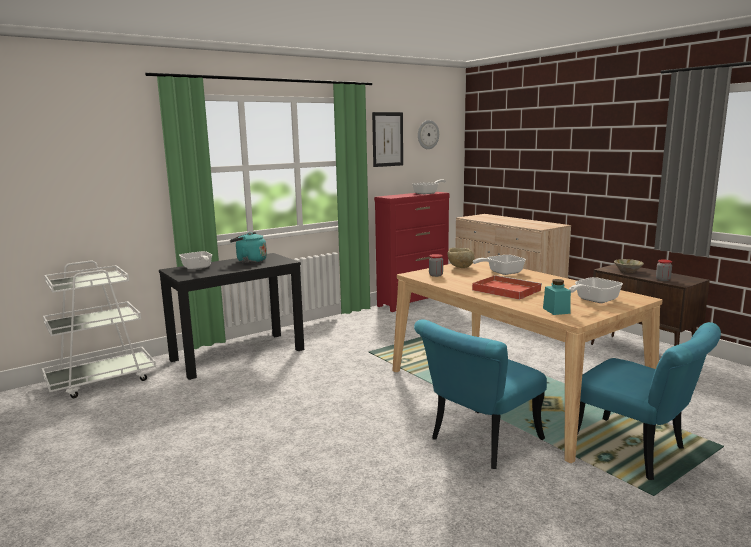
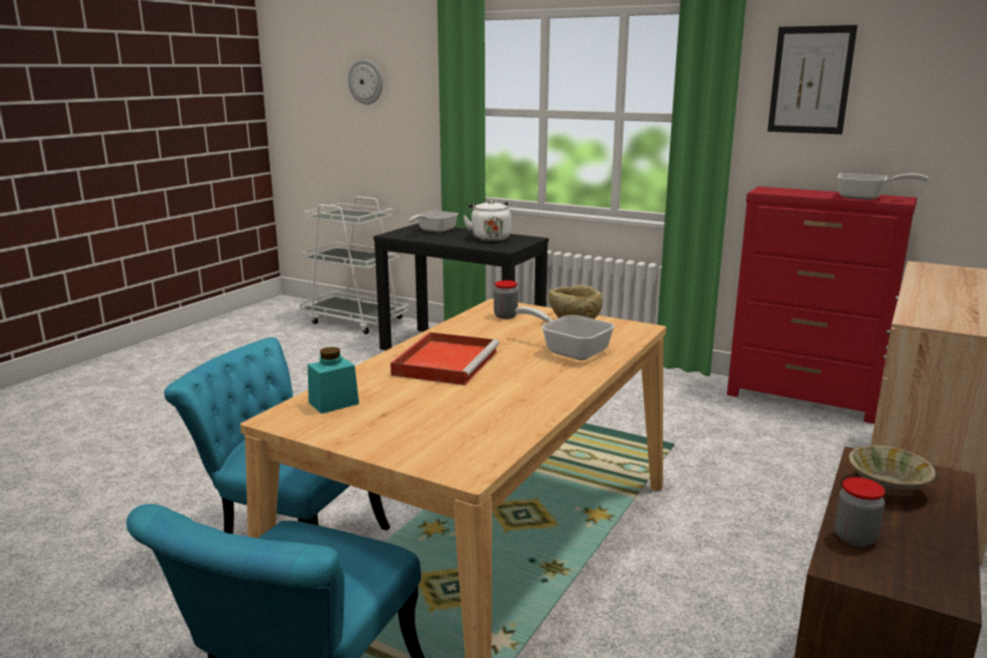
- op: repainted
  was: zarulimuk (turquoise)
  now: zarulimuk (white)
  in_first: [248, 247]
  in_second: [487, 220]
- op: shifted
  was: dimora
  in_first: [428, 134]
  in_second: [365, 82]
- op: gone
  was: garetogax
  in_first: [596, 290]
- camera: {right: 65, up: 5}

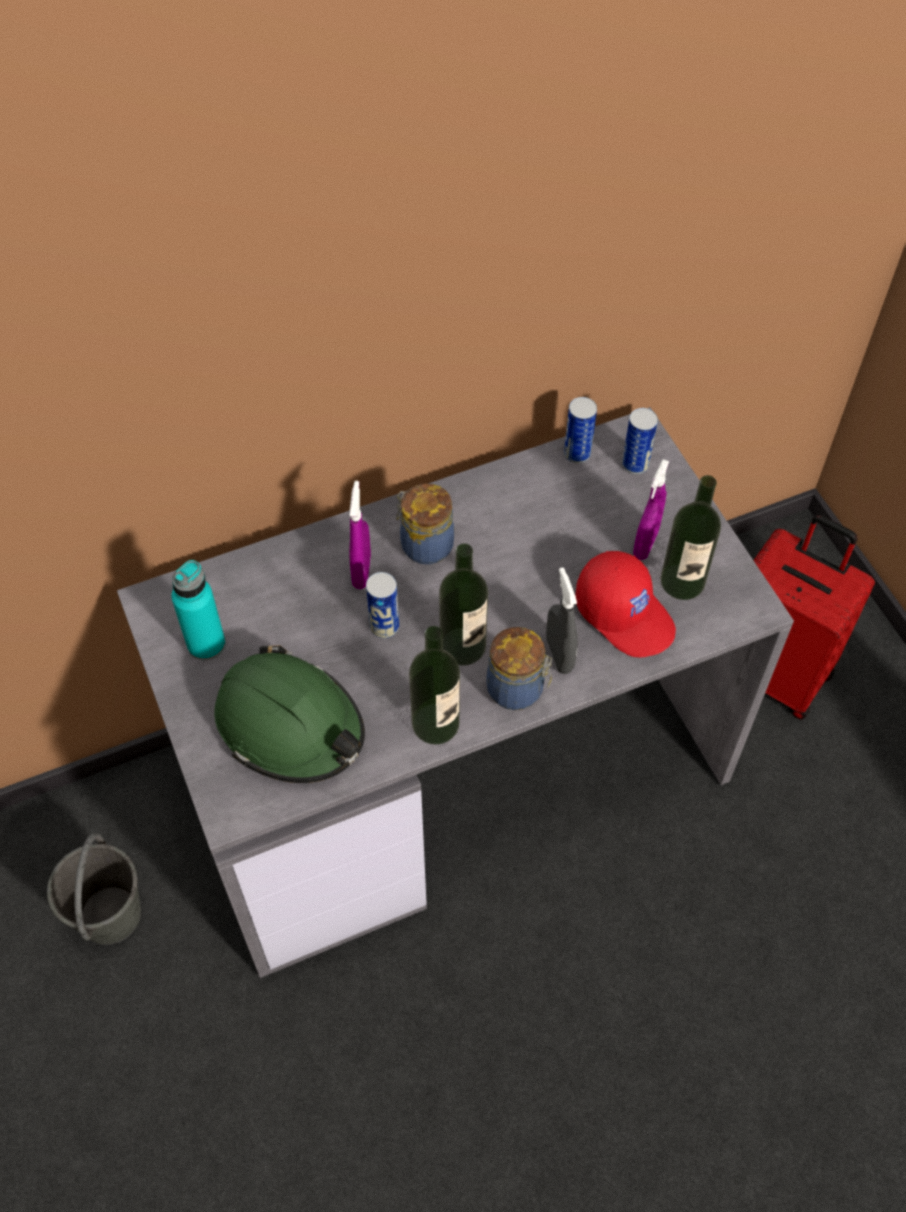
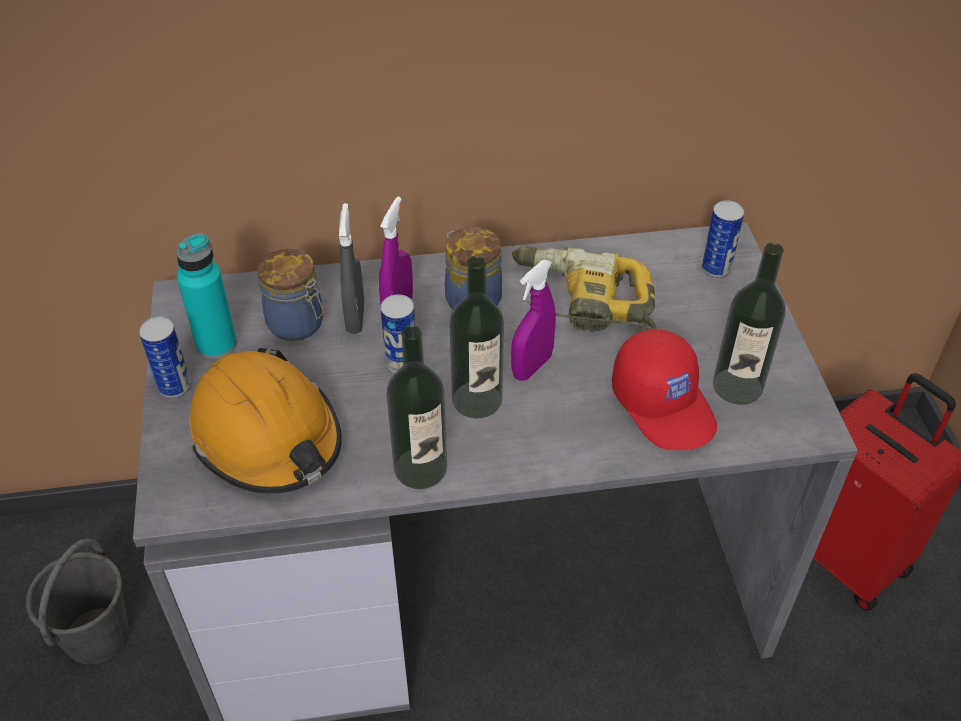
- op: repainted
  was: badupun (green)
  now: badupun (orange)
  in_first: [289, 714]
  in_second: [266, 421]
- op: shifted
  was: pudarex
  in_first: [519, 668]
  in_second: [290, 295]
- op: shifted
  was: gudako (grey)
  in_first: [562, 620]
  in_second: [351, 268]
- op: shifted
  was: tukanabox
  in_first: [580, 430]
  in_second: [165, 357]
- op: shifted
  was: gudako (purple)
  in_first: [651, 509]
  in_second: [533, 320]
- op: new
  now: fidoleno
  in_second: [584, 288]
- camera: {right: 15, up: -10}

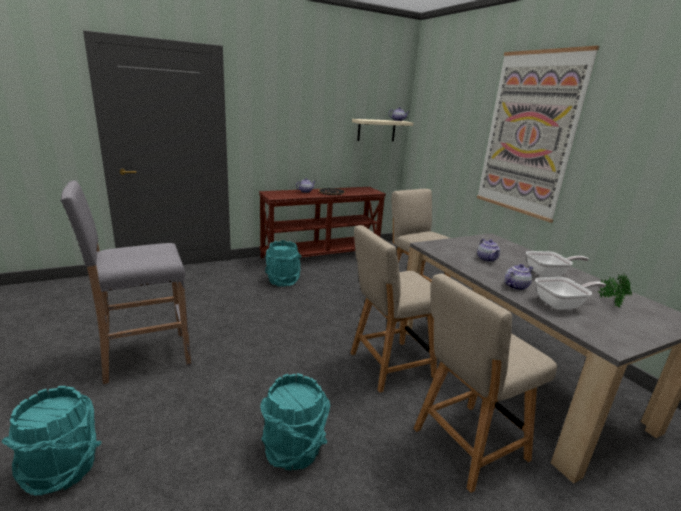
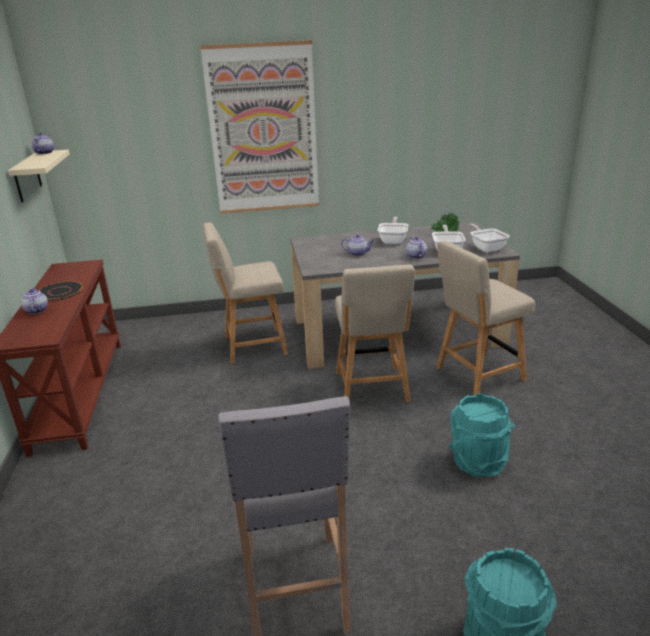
- op: gone
  was: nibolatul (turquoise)
  in_first: [283, 263]
- op: rotated
  was: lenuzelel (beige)
  in_first: [485, 383]
  in_second: [485, 318]
  clockwise: 75
- op: new
  now: garetogax
  in_second: [489, 238]
- camera: {right: -70, up: 5}

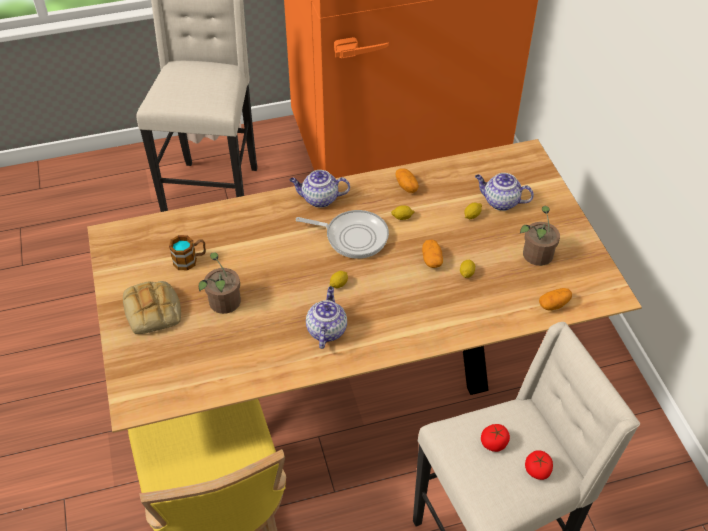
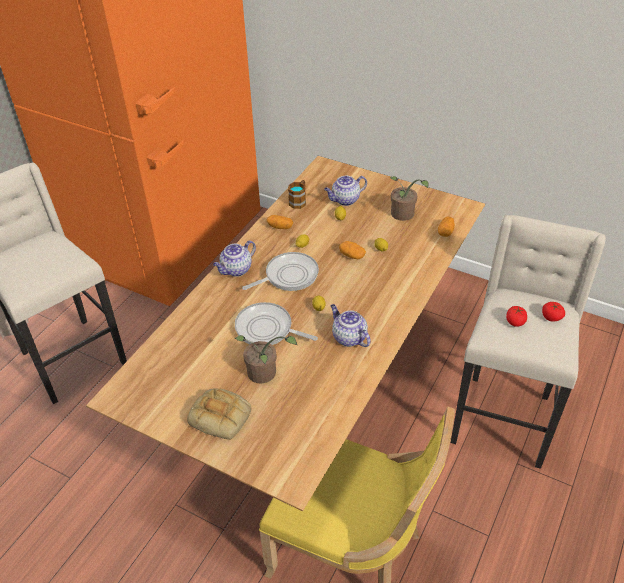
- op: shifted
  was: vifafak
  in_first: [187, 252]
  in_second: [297, 194]
- op: new
  now: garetogax
  in_second: [276, 323]
- camera: {right: -45, up: -5}

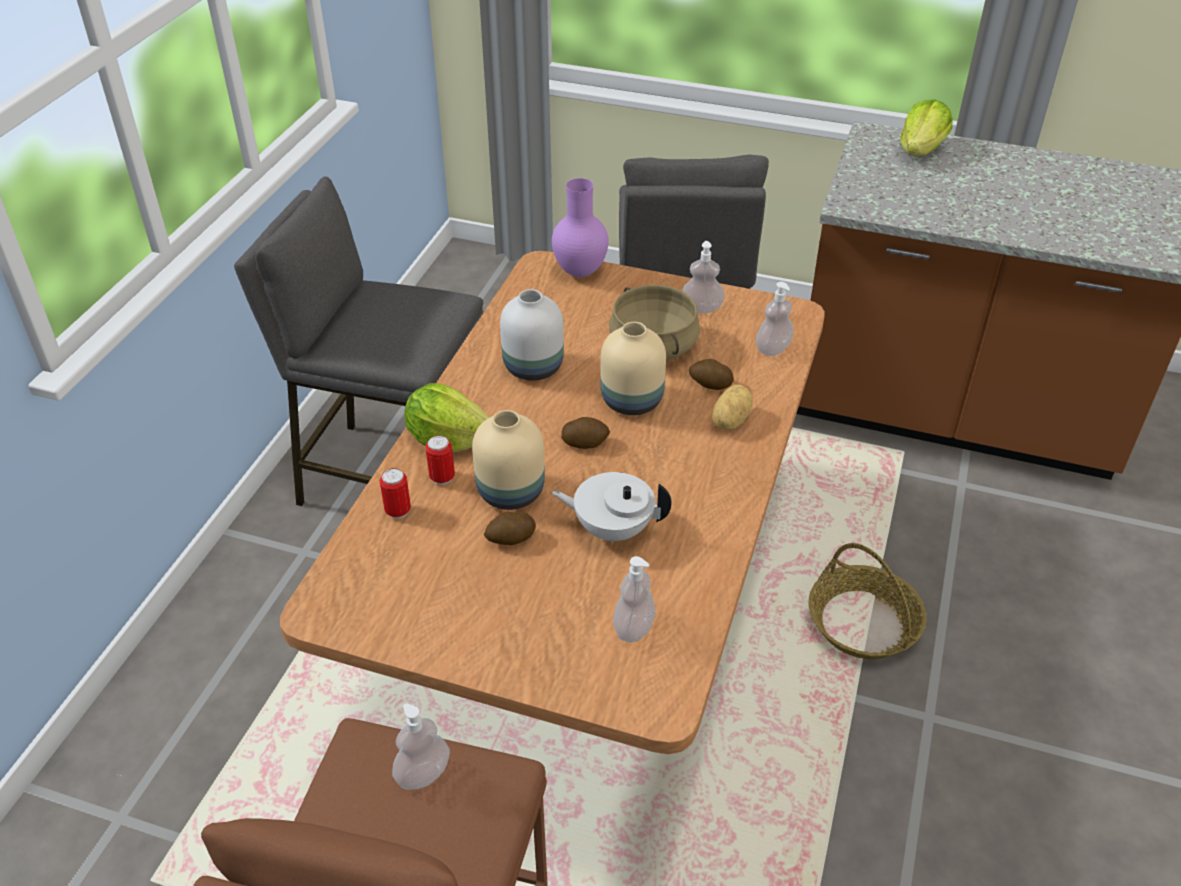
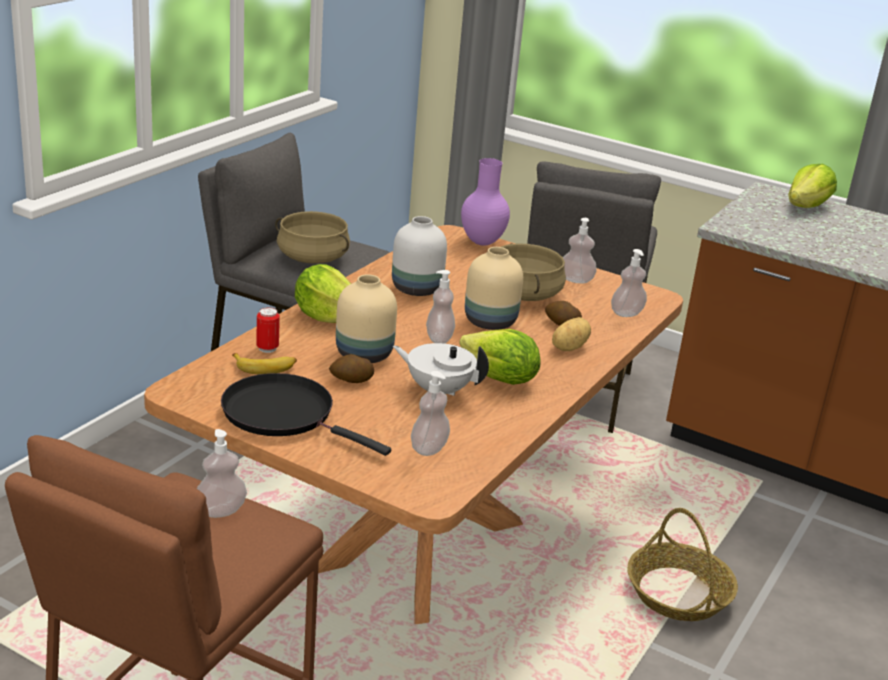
- op: gone
  was: tukanabox
  in_first: [440, 460]
- op: swapped
  was: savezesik
  now: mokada
  in_first: [585, 433]
  in_second: [440, 307]
- op: new
  now: garetogax (black)
  in_second: [306, 414]
- op: new
  now: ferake
  in_second: [264, 363]
- op: new
  now: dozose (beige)
  in_second: [312, 237]
- op: new
  now: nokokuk
  in_second: [500, 357]
- camera: {right: 10, up: -15}

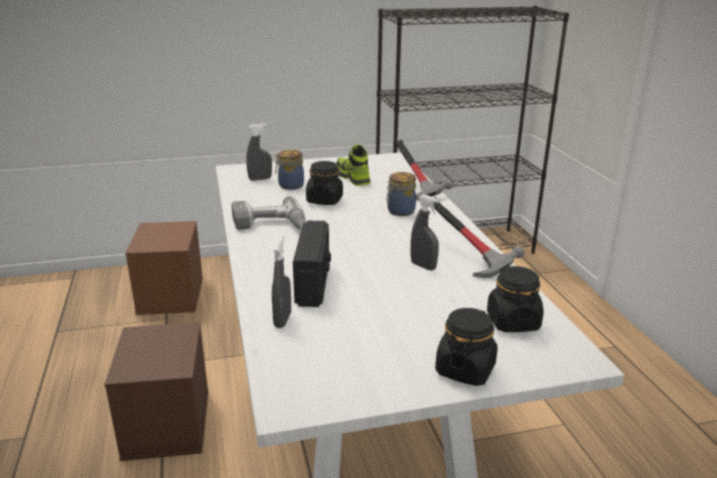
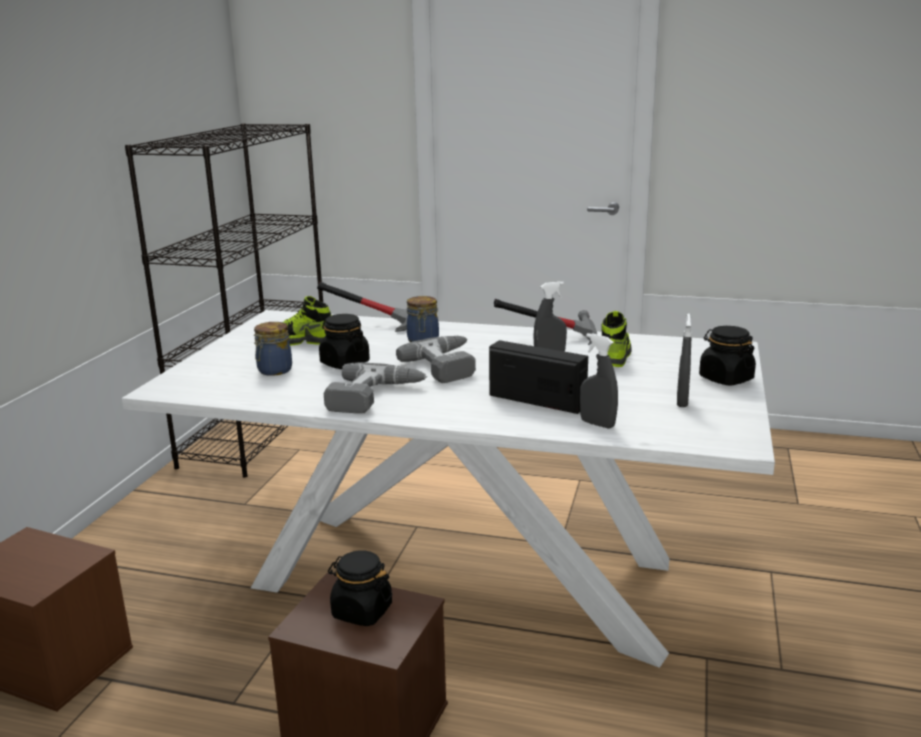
- op: shifted
  was: gudako (grey)
  in_first: [259, 152]
  in_second: [684, 360]
- op: shifted
  was: pudarex (black)
  in_first: [515, 299]
  in_second: [360, 588]
- op: new
  now: fidoleno
  in_second: [436, 359]
- op: new
  now: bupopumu
  in_second: [617, 339]
- camera: {right: -60, up: -5}

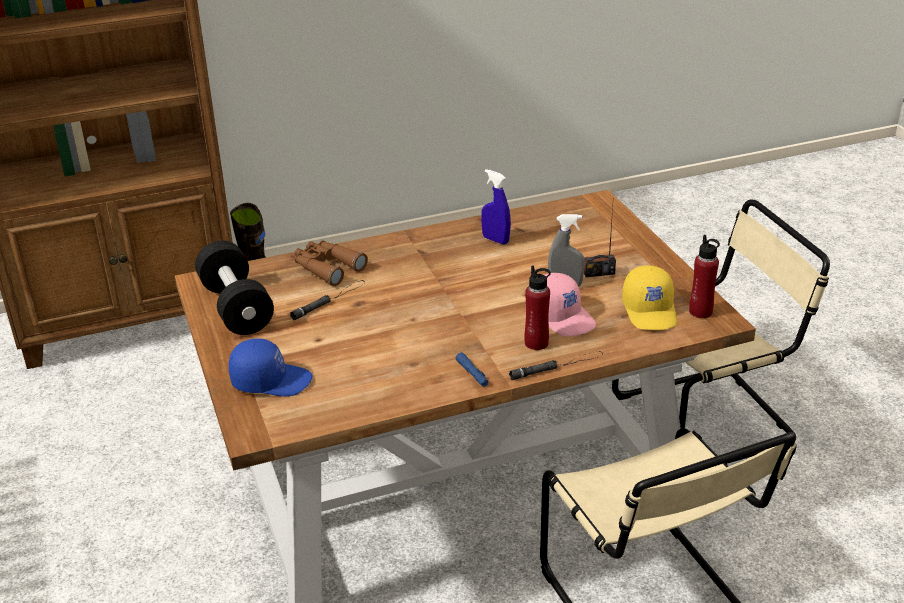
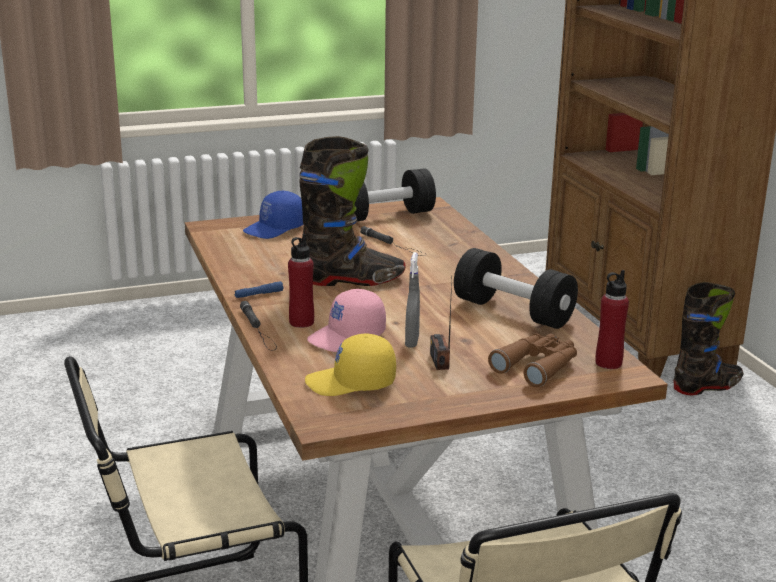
- op: rotated
  was: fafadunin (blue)
  in_first: [270, 367]
  in_second: [273, 215]
  clockwise: 45
- op: shifted
  was: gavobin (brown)
  in_first: [331, 263]
  in_second: [532, 360]
- op: swapped
  was: gudako (blue)
  now: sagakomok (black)
  in_first: [496, 207]
  in_second: [516, 288]
- op: shifted
  was: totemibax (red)
  in_first: [704, 276]
  in_second: [612, 319]
- op: new
  now: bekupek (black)
  in_second: [352, 211]
- camera: {right: 90, up: -10}

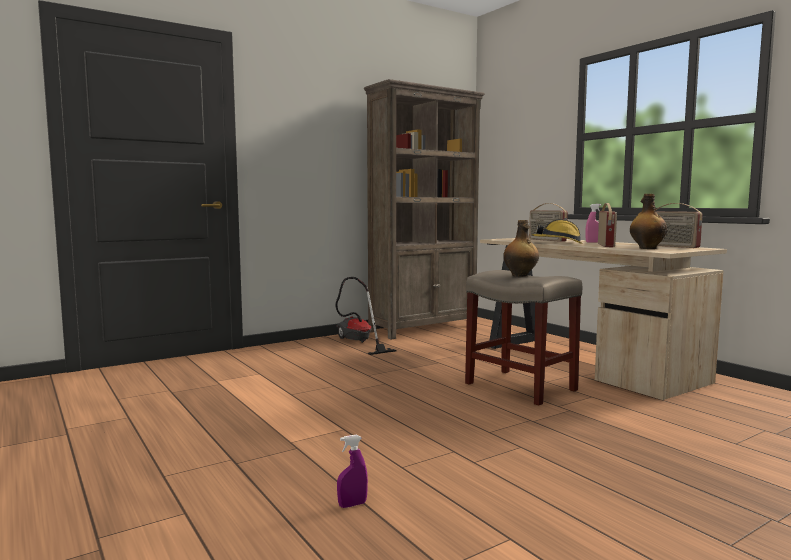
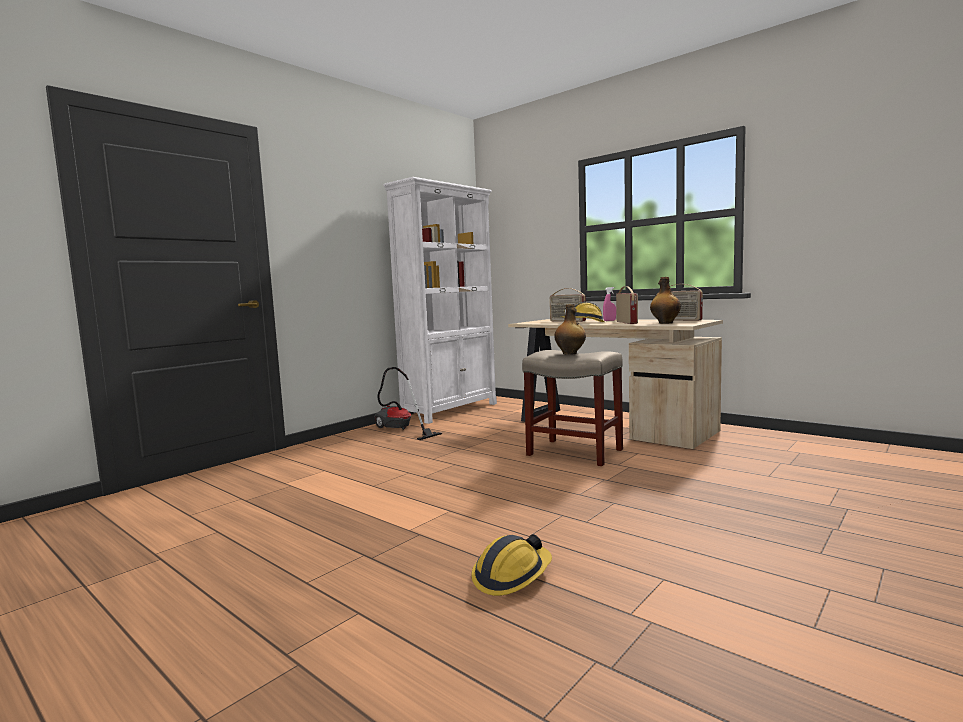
- op: swapped
  was: gudako (purple)
  now: badupun
  in_first: [352, 471]
  in_second: [511, 565]
- op: repainted
  was: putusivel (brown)
  now: putusivel (white)
  in_first: [424, 209]
  in_second: [440, 300]
- camera: {right: -15, up: 0}

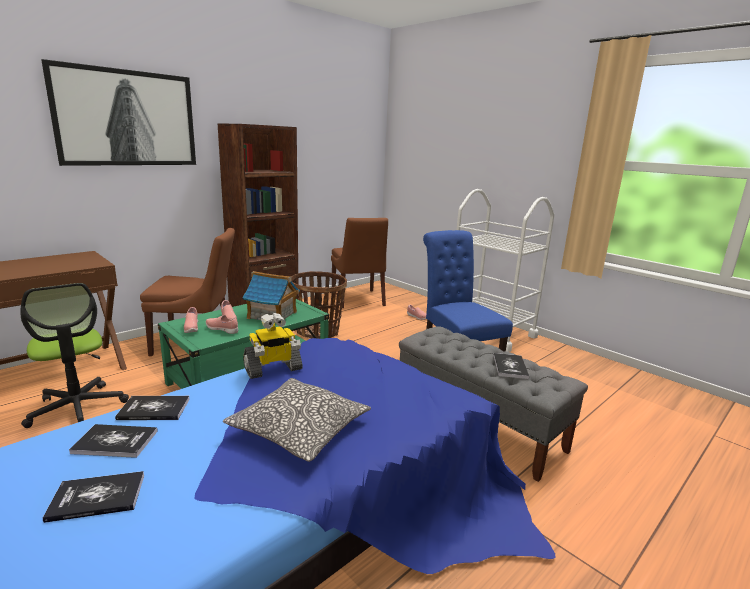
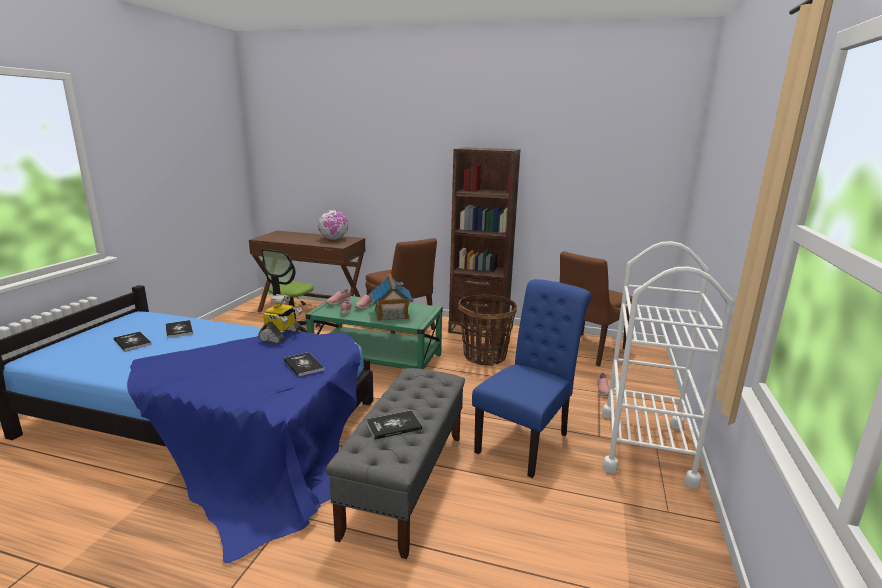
- op: gone
  was: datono
  in_first: [118, 112]
- op: shifted
  was: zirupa
  in_first: [152, 408]
  in_second: [303, 364]
- op: gone
  was: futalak
  in_first: [297, 420]
- op: rotated
  was: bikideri
  in_first: [273, 346]
  in_second: [280, 319]
  clockwise: -105
- op: new
  now: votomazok
  in_second: [333, 225]
- camera: {right: 60, up: 0}

